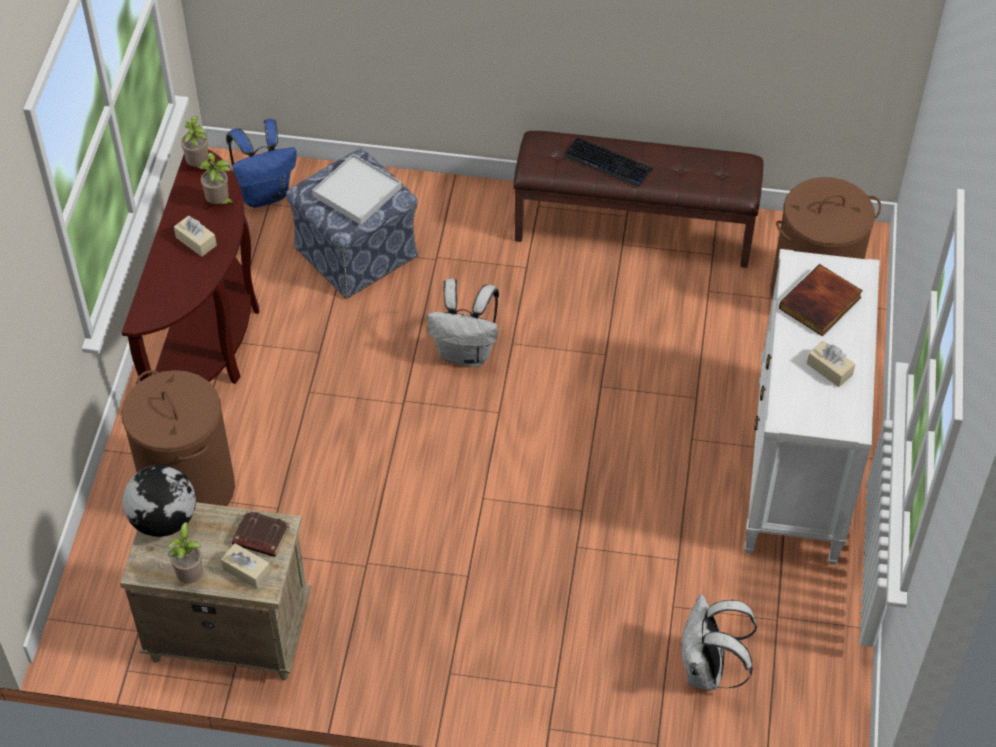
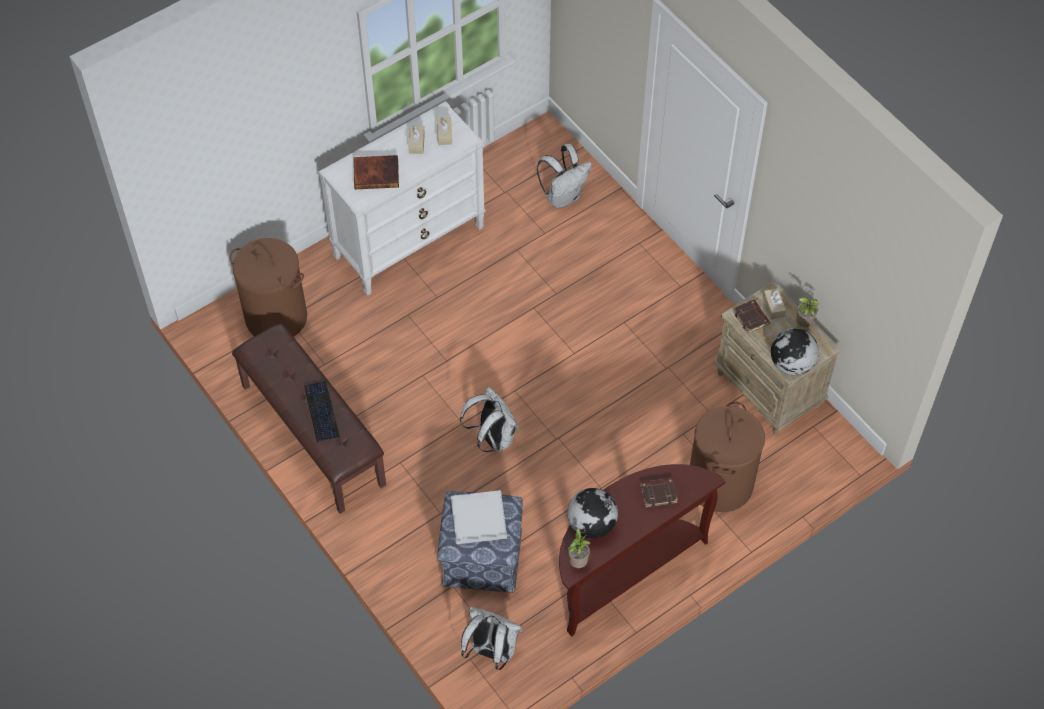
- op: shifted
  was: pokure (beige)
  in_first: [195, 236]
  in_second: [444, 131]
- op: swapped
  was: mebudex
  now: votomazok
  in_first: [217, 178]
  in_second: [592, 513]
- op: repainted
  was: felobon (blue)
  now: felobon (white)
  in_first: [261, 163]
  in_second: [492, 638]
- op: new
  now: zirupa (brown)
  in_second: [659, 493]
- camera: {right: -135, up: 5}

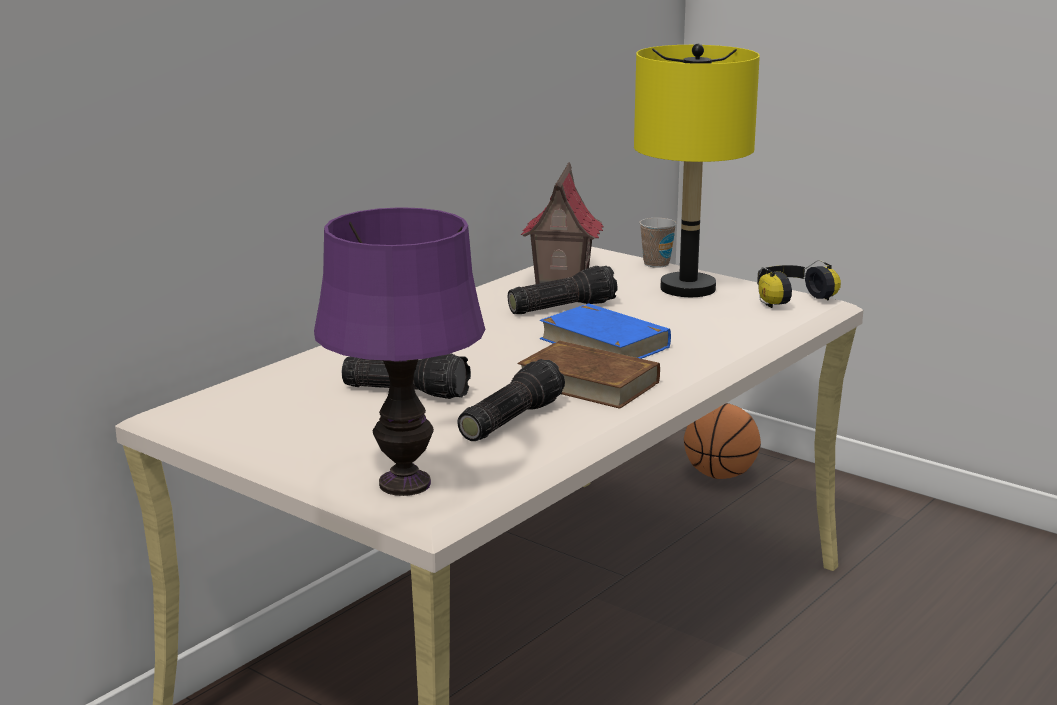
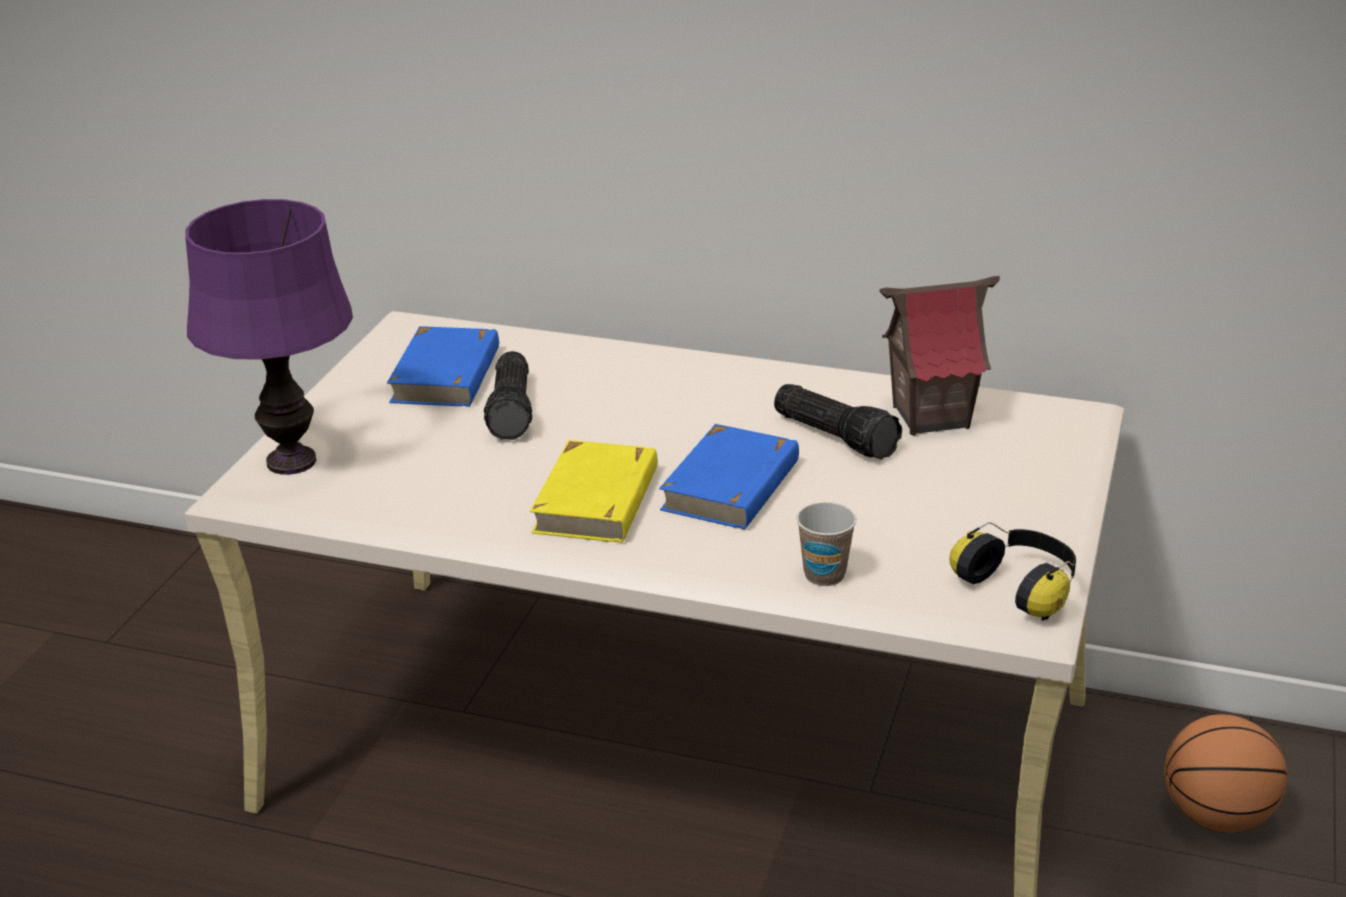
- op: gone
  was: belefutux
  in_first: [511, 400]
- op: repainted
  was: zirupa (brown)
  now: zirupa (yellow)
  in_first: [589, 374]
  in_second: [593, 491]
- op: gone
  was: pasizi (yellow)
  in_first: [697, 170]
- op: shifted
  was: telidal
  in_first: [658, 243]
  in_second: [826, 544]
- op: new
  now: zirupa (blue)
  in_second: [443, 366]
- camera: {right: 70, up: 10}

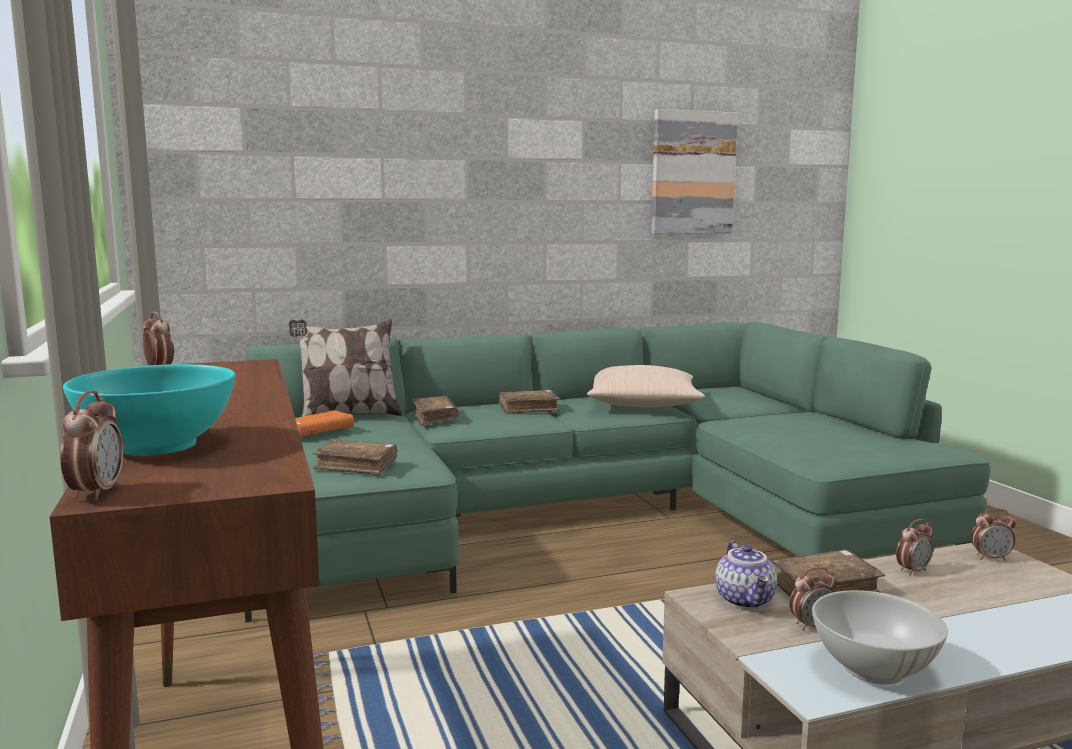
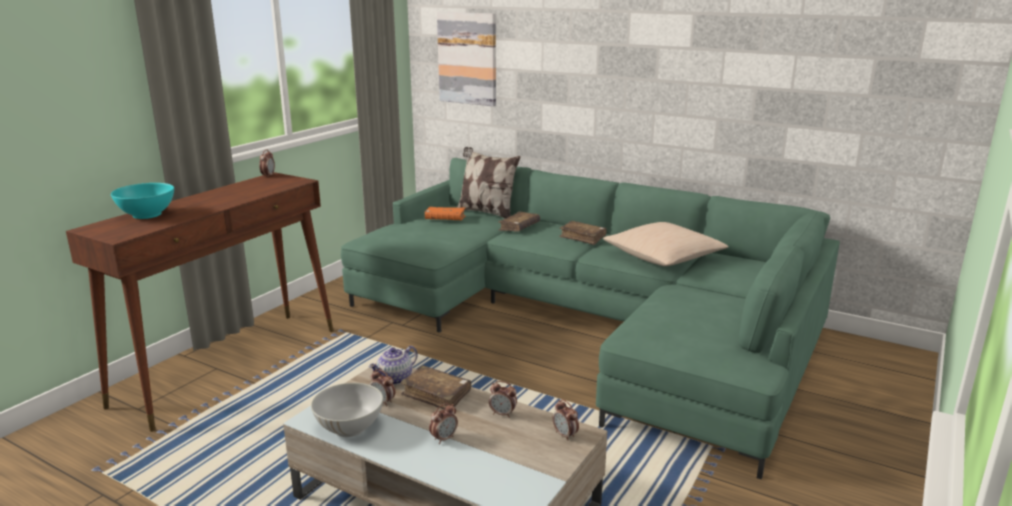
- op: shifted
  was: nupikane
  in_first: [91, 446]
  in_second: [443, 423]
- op: gone
  was: zirupa (brown)
  in_first: [354, 458]
- op: shifted
  was: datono
  in_first: [694, 171]
  in_second: [466, 59]
- camera: {right: 50, up: 10}

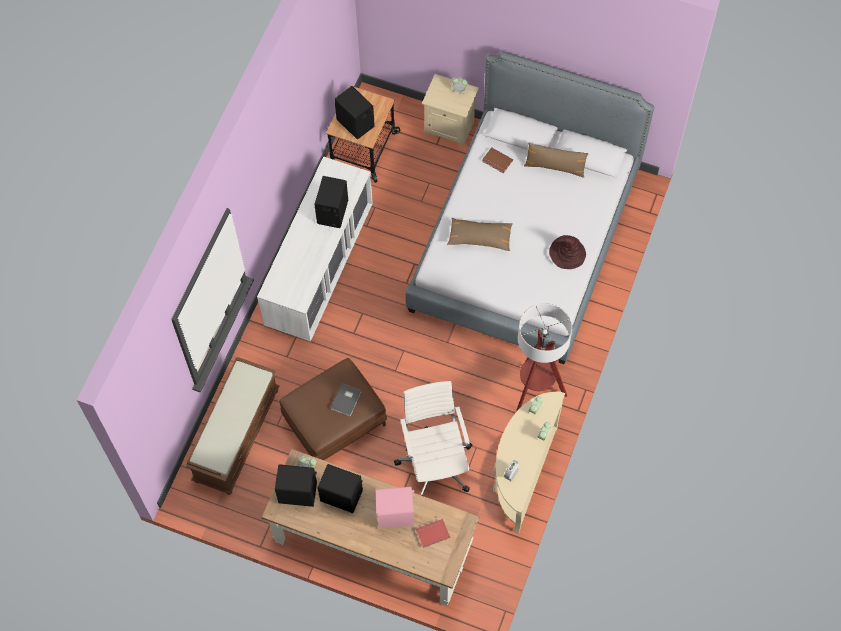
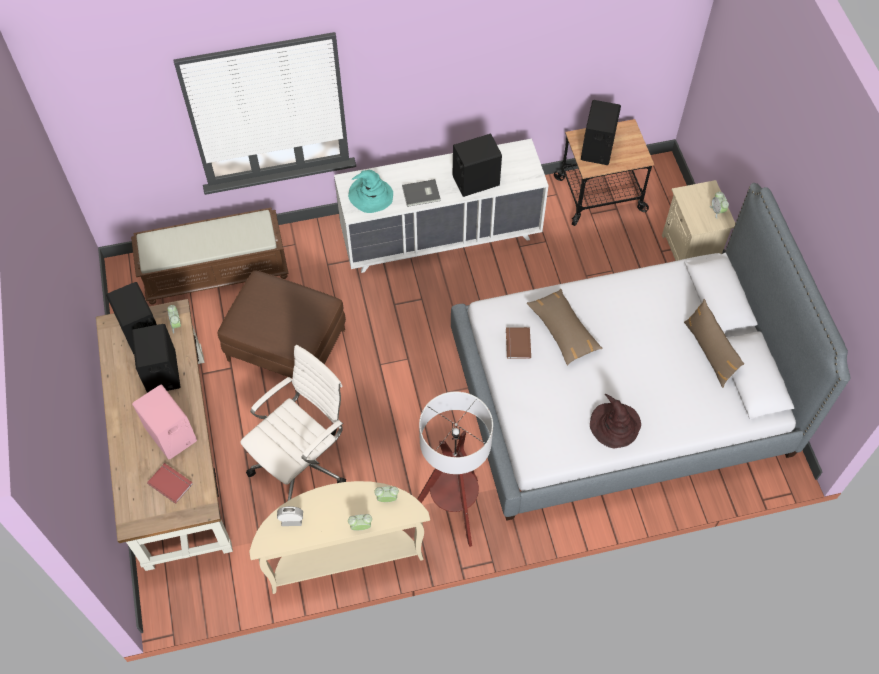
- op: shifted
  was: zirupa (grey)
  in_first: [345, 400]
  in_second: [421, 193]
- op: shifted
  was: zirupa (brown)
  in_first: [497, 160]
  in_second: [518, 343]
- op: new
  now: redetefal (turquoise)
  in_second: [370, 191]
- camera: {right: 55, up: -5}

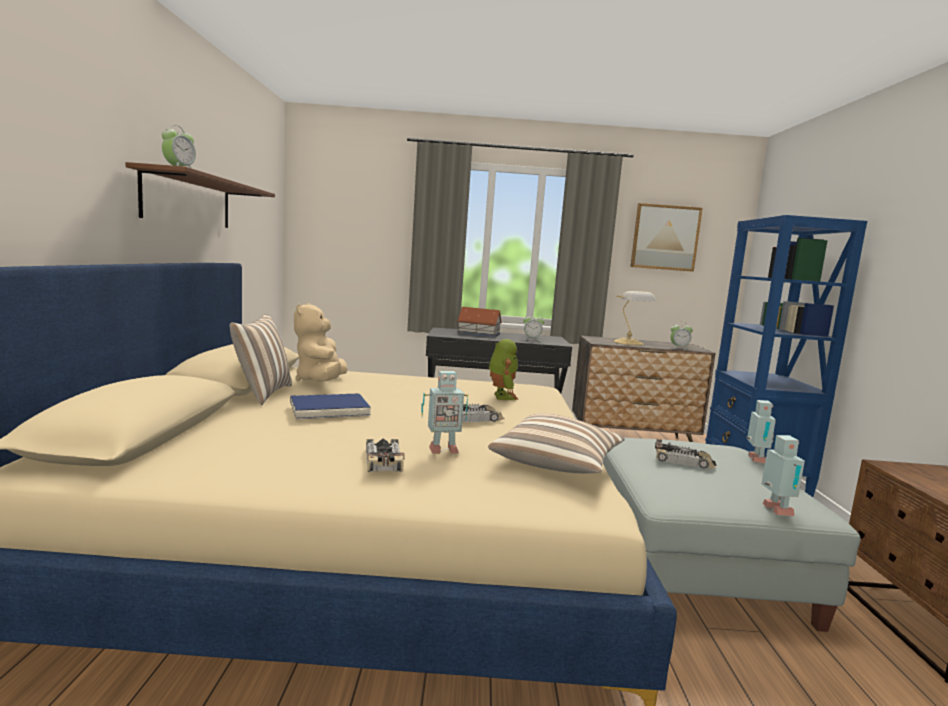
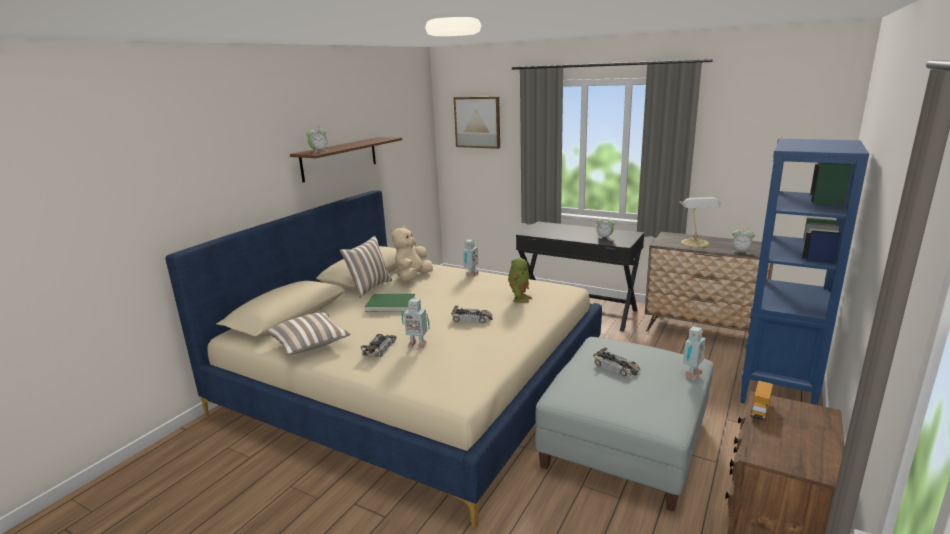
- op: repainted
  was: zirupa (blue)
  now: zirupa (green)
  in_first: [330, 406]
  in_second: [390, 303]
- op: gone
  was: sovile
  in_first: [479, 322]
- op: shifted
  was: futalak
  in_first: [556, 443]
  in_second: [308, 334]
- op: shifted
  was: datono
  in_first: [666, 237]
  in_second: [477, 123]
- op: shifted
  was: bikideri
  in_first: [783, 475]
  in_second: [470, 258]
- op: new
  now: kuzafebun
  in_second: [761, 400]
- camera: {right: 30, up: 10}

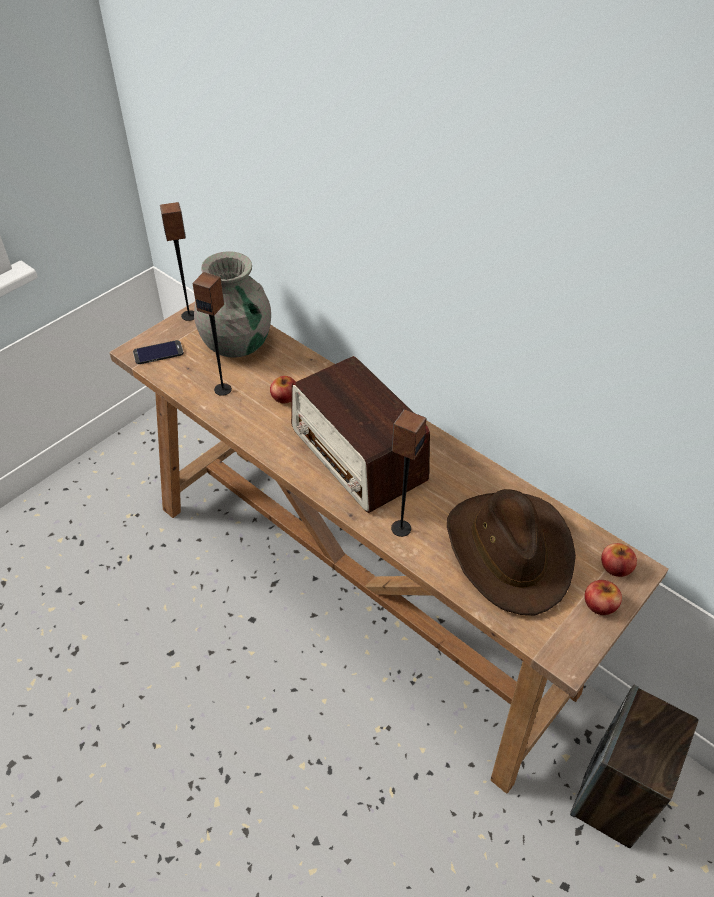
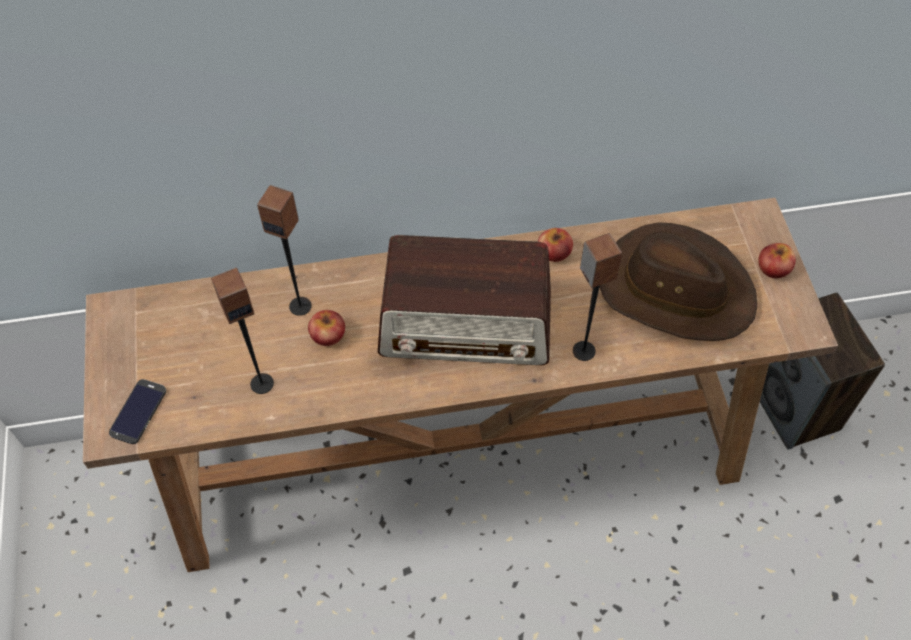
- op: shifted
  was: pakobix
  in_first: [177, 261]
  in_second: [284, 250]
- op: gone
  was: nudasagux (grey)
  in_first: [232, 304]
- op: shifted
  was: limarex
  in_first: [619, 560]
  in_second: [555, 245]
- camera: {right: -50, up: 10}

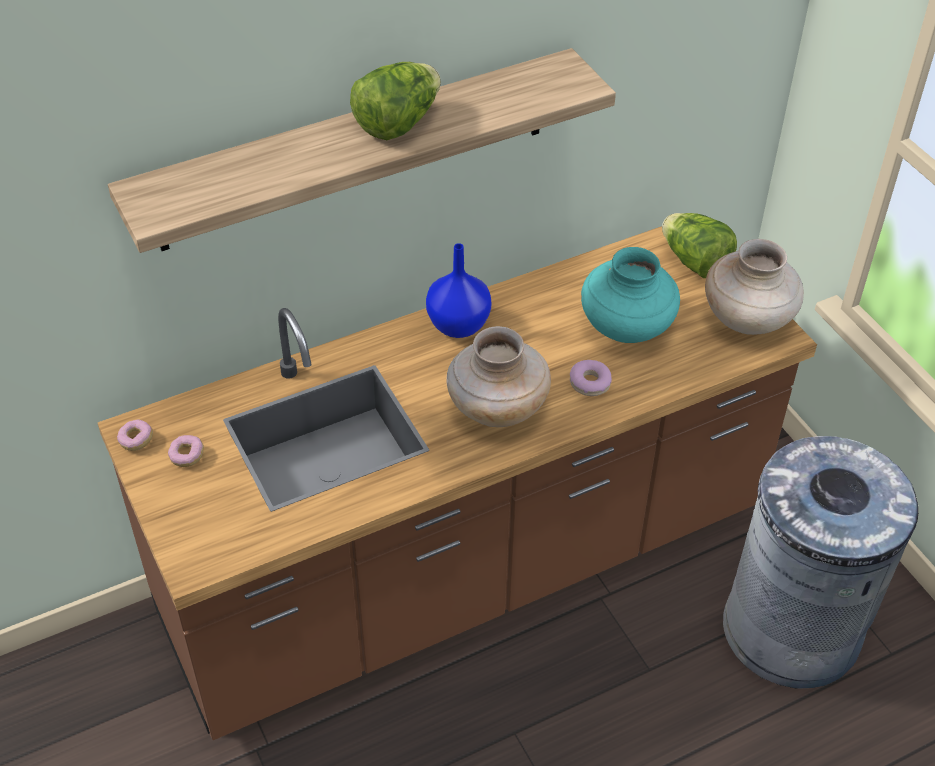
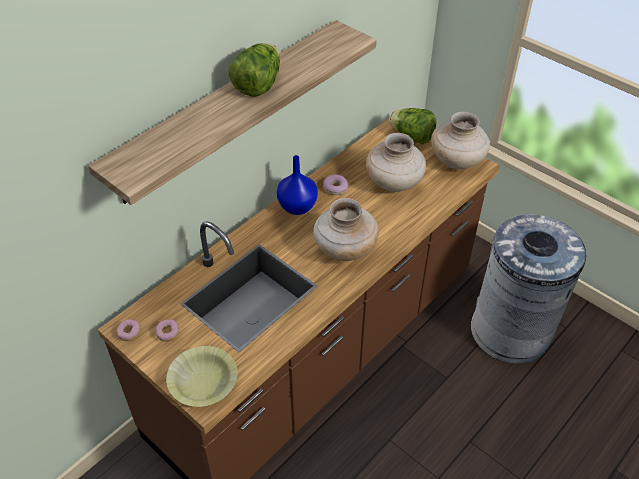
- op: shifted
  was: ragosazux
  in_first: [591, 378]
  in_second: [336, 185]
- op: repainted
  was: nudasagux (turquoise)
  now: nudasagux (beige)
  in_first: [630, 295]
  in_second: [396, 162]
- op: new
  now: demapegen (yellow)
  in_second: [201, 376]
- camera: {right: -20, up: 0}

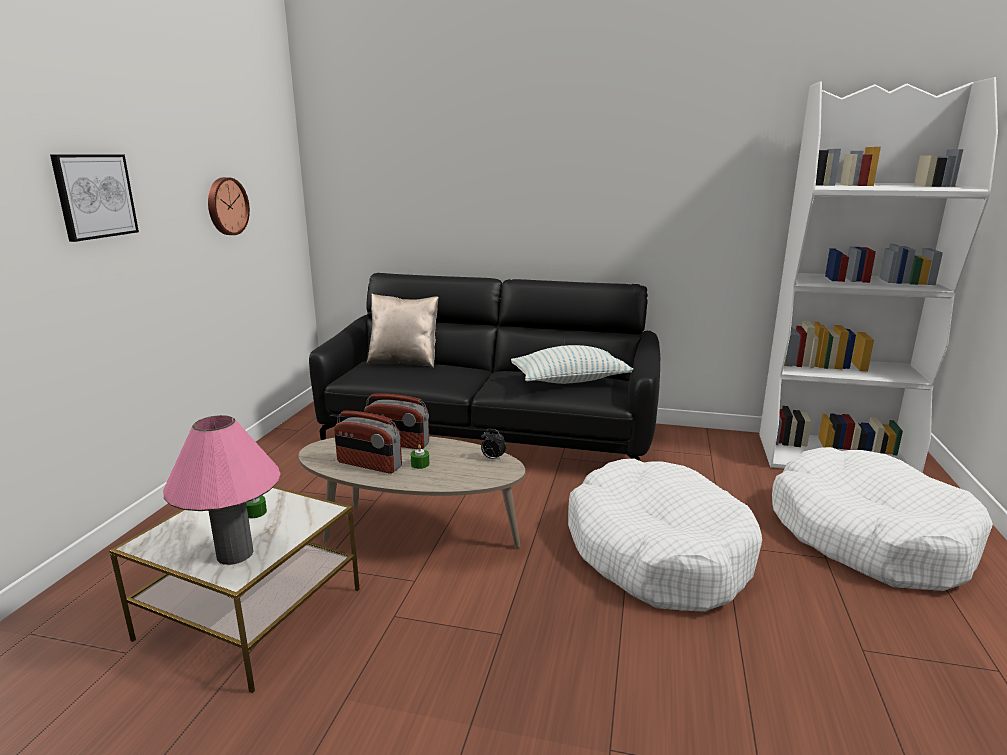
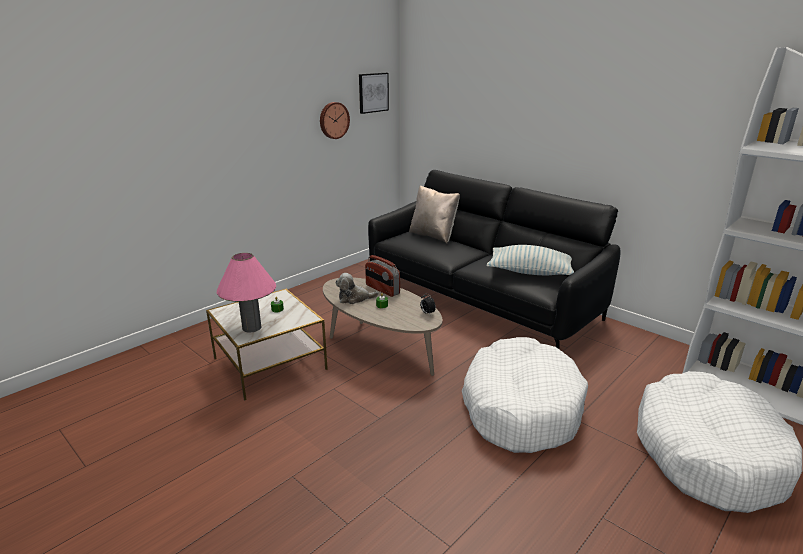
- op: shifted
  was: datono
  in_first: [94, 198]
  in_second: [374, 93]
- op: swapped
  was: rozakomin
  now: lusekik
  in_first: [368, 441]
  in_second: [357, 288]
- camera: {right: 30, up: 5}

